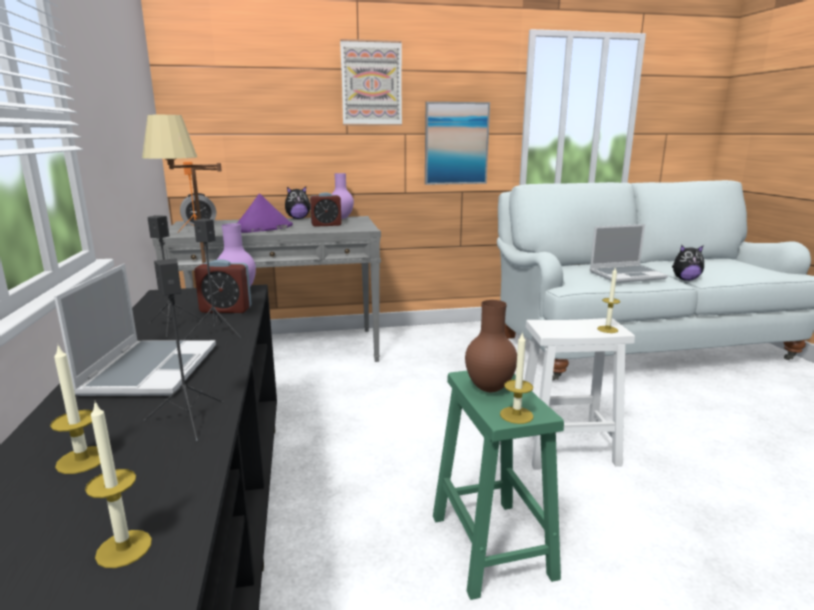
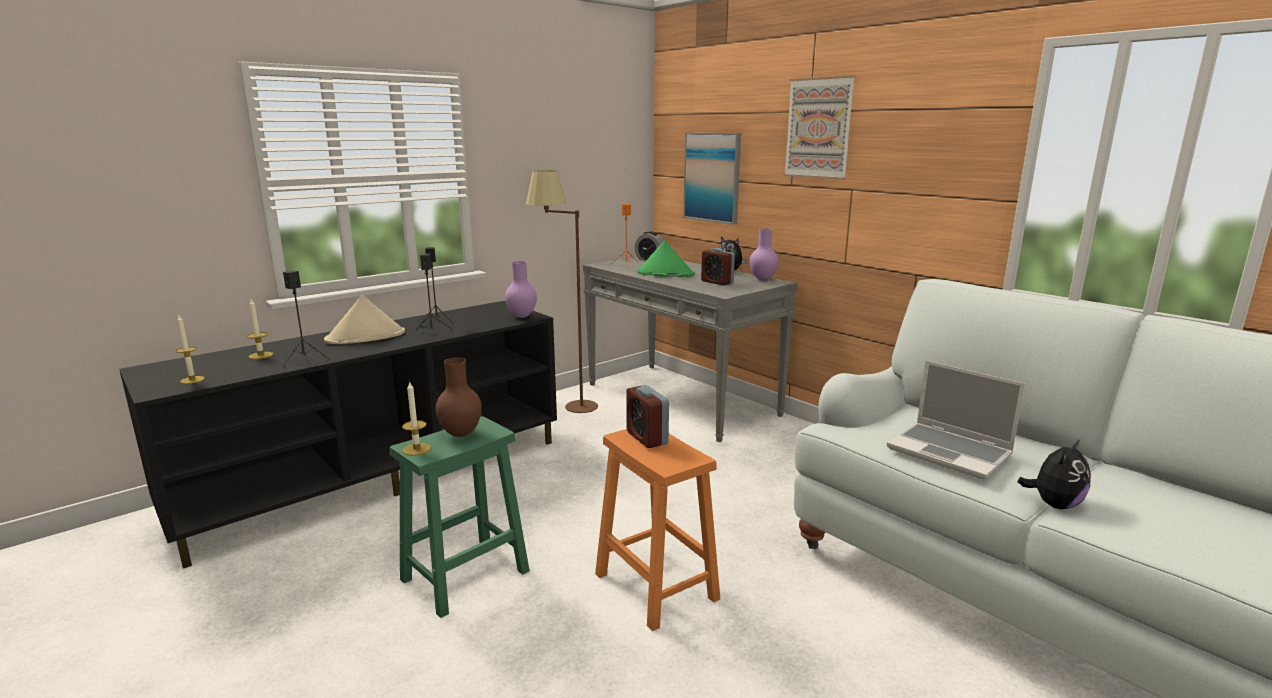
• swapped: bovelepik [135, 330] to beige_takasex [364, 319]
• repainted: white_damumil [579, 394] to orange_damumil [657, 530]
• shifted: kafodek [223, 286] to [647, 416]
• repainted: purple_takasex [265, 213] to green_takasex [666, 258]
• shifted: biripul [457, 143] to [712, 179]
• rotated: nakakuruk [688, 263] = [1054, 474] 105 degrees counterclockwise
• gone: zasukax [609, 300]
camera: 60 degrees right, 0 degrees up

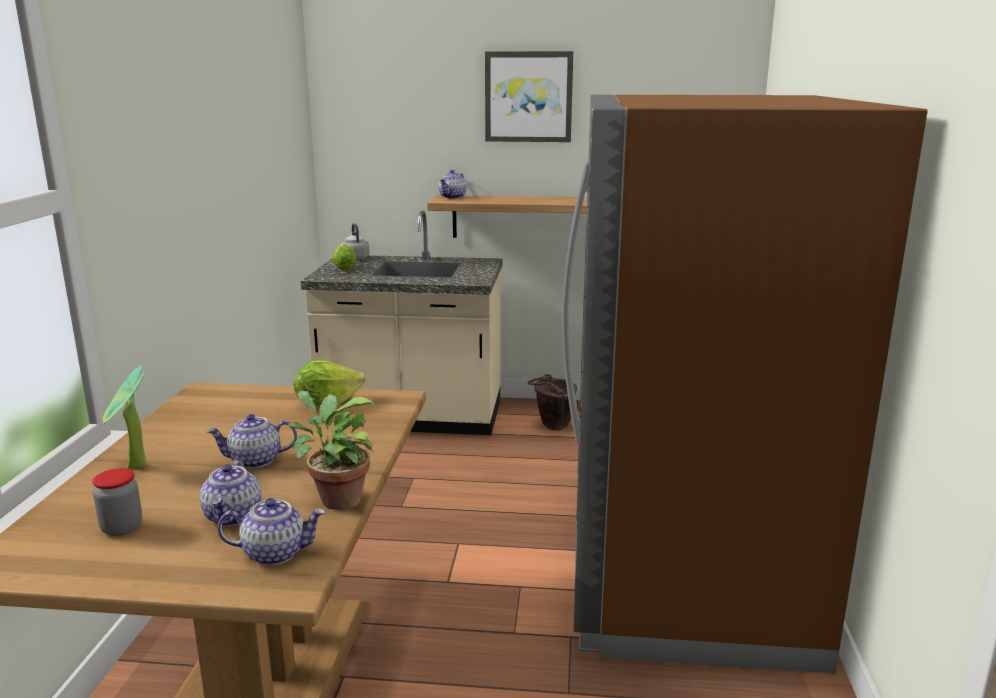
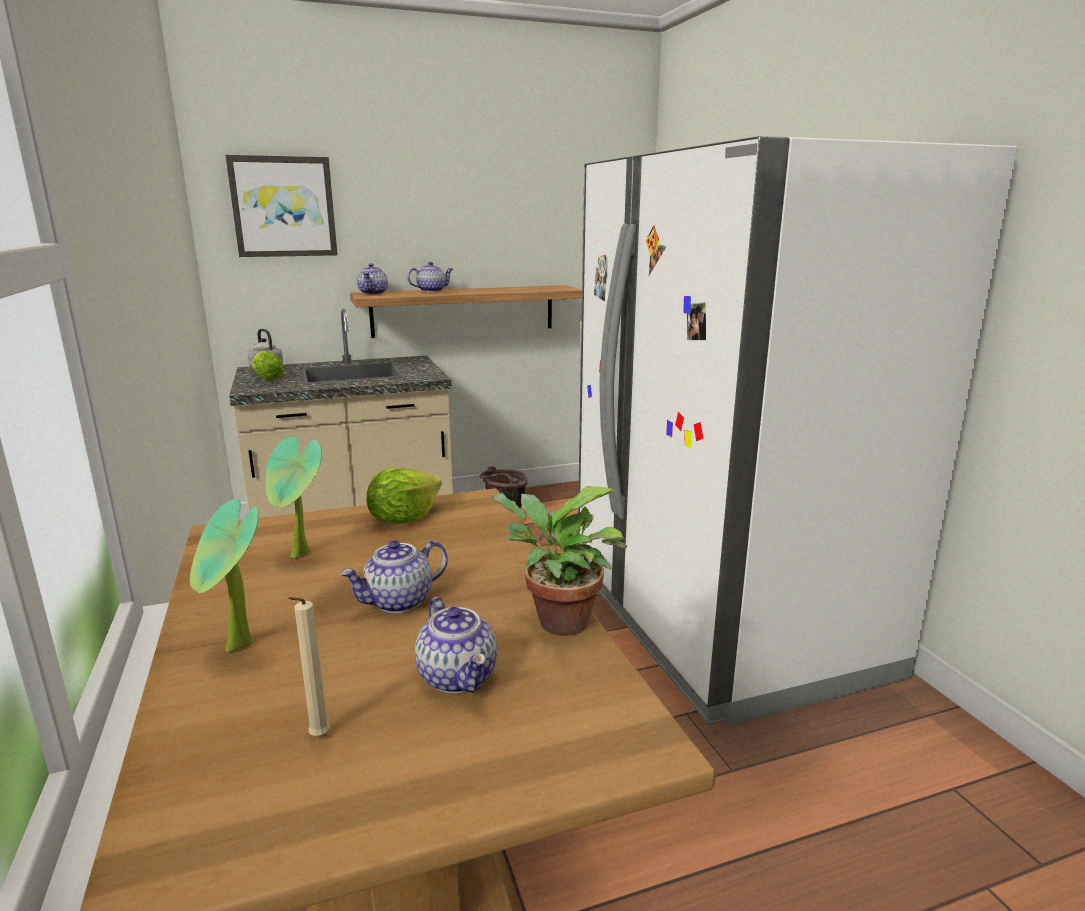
• shifted: biripul [529, 96] to [281, 206]
• new: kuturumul [294, 498]
• swapped: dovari [117, 502] to beige_zasukax [309, 666]
• shifted: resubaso [271, 532] to [430, 277]
• repainted: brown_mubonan [745, 384] to white_mubonan [798, 431]
camera: 25 degrees left, 0 degrees up

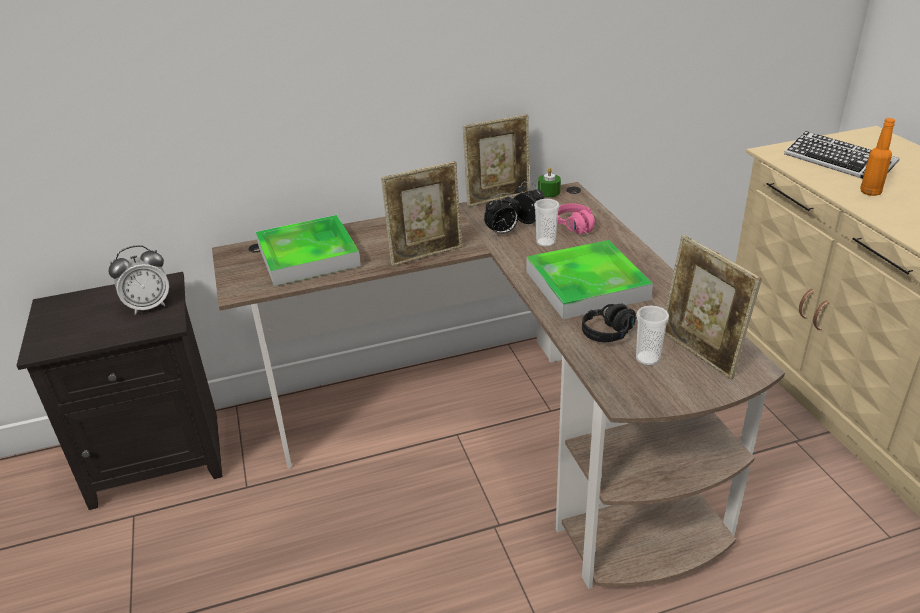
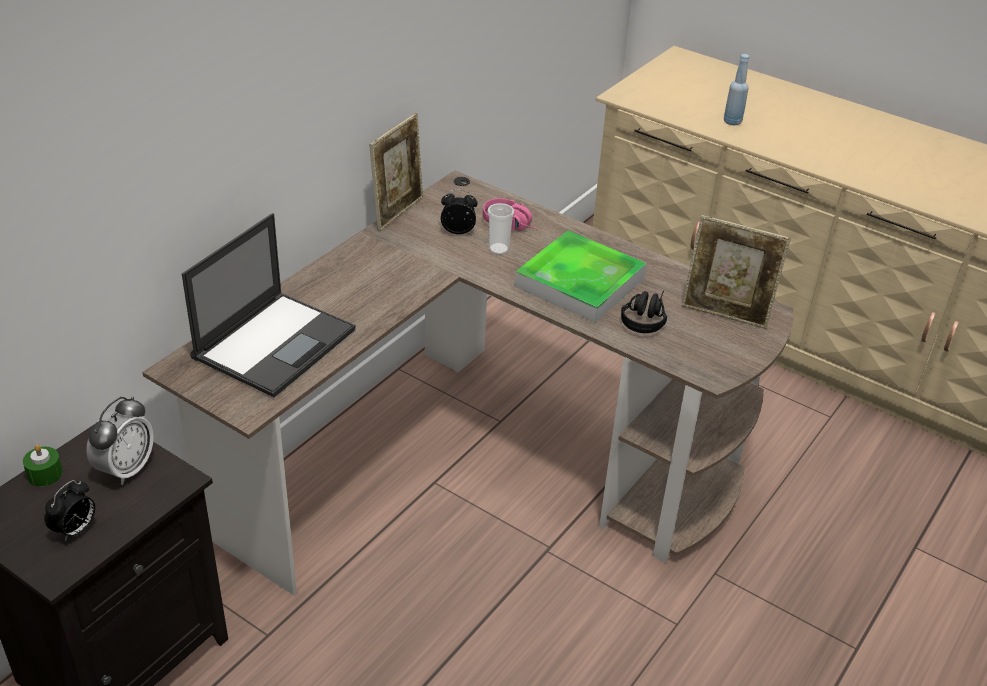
• shifted: green_zasukax [549, 182] to [43, 465]
• shifted: kafodek [501, 214] to [69, 511]
• swapped: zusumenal [308, 250] to bovelepik [268, 305]
• repainted: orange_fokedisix [877, 157] to blue_fokedisix [736, 89]
• gone: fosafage [421, 214]
• gone: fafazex [652, 335]
• gone: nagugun [841, 155]
camera: 40 degrees left, 5 degrees up

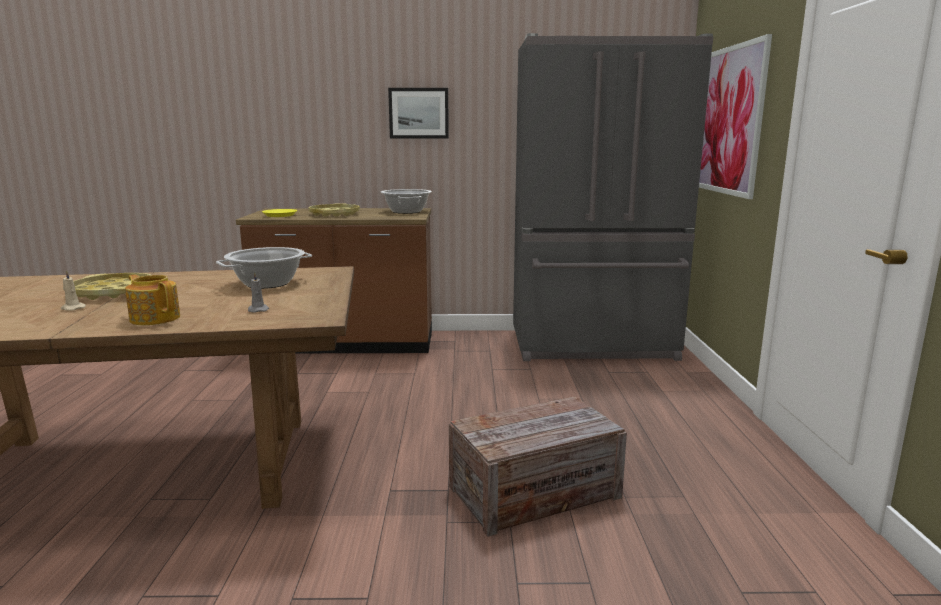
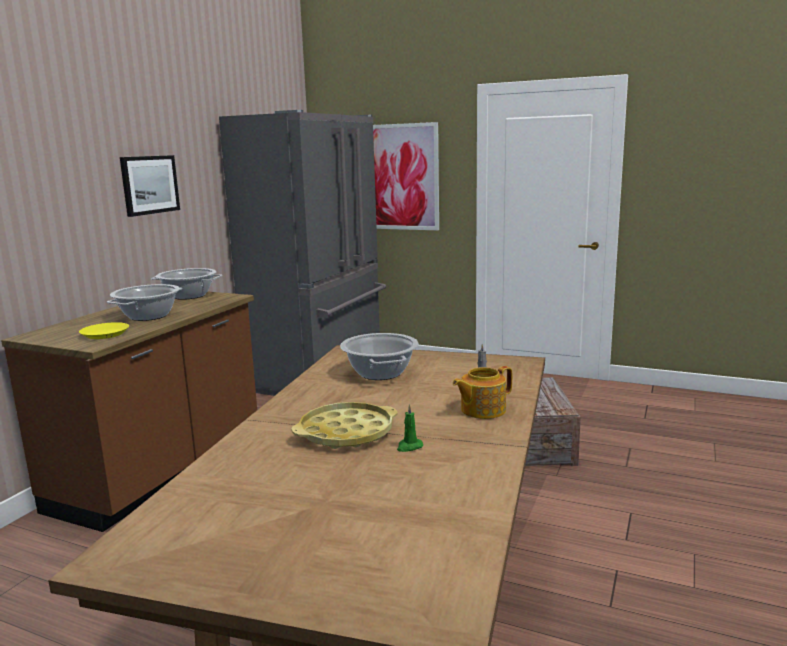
• swapped: yellow_zusumenal [334, 210] to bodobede [144, 302]
• repainted: beige_zasukax [73, 290] to green_zasukax [410, 428]
camera: 65 degrees left, 0 degrees up

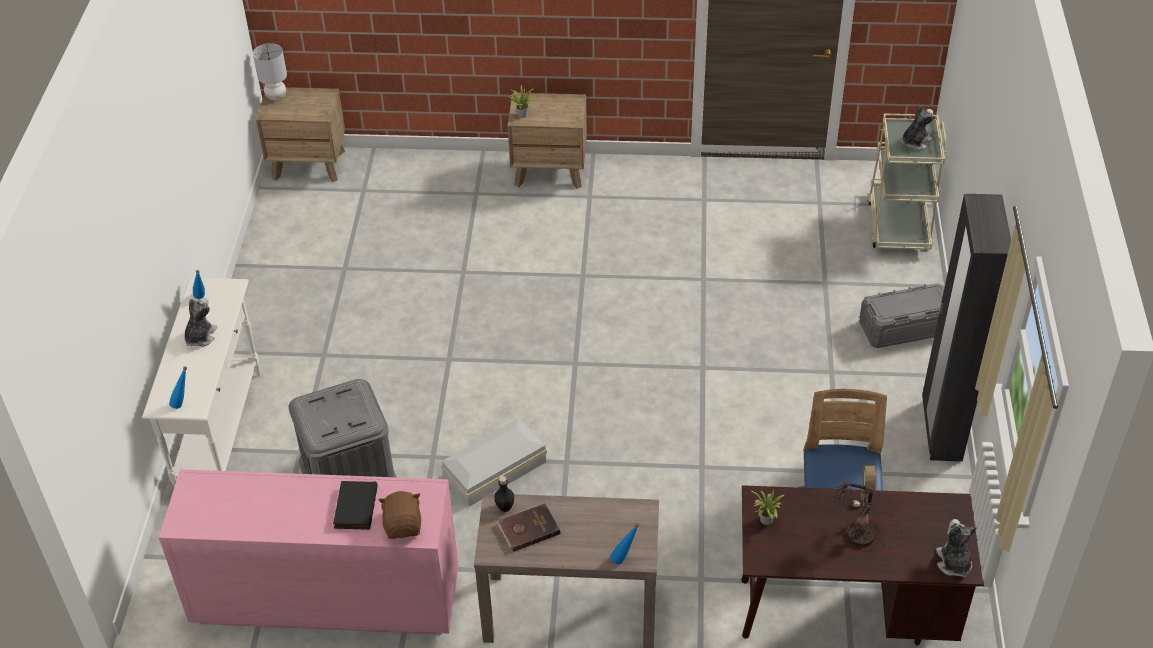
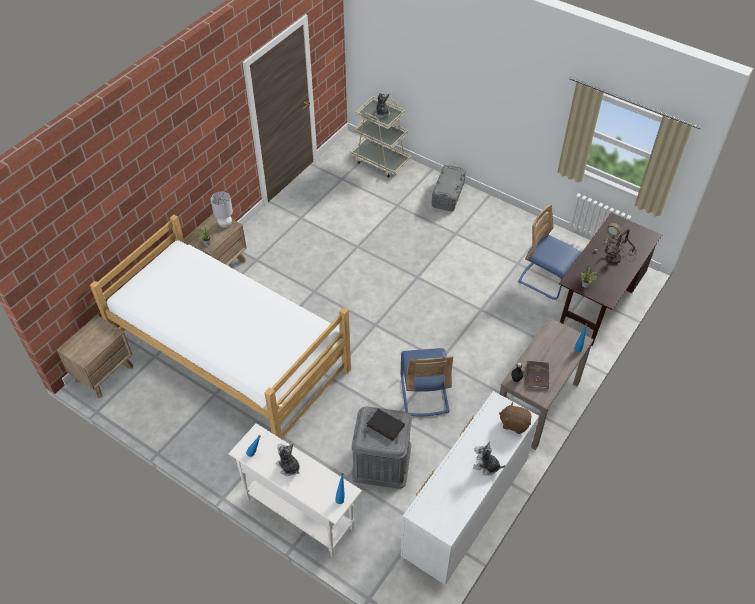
• new: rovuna [220, 327]
• shifted: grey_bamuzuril [270, 71] to [222, 209]
• shifted: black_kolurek [355, 505] to [386, 425]
• swapped: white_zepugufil [494, 462] to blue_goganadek [427, 382]
• repainted: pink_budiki [309, 552] to white_budiki [470, 488]
• shifted: nakakuruk [956, 548] to [489, 458]
• gone: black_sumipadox [966, 327]
camera: 60 degrees left, 5 degrees up

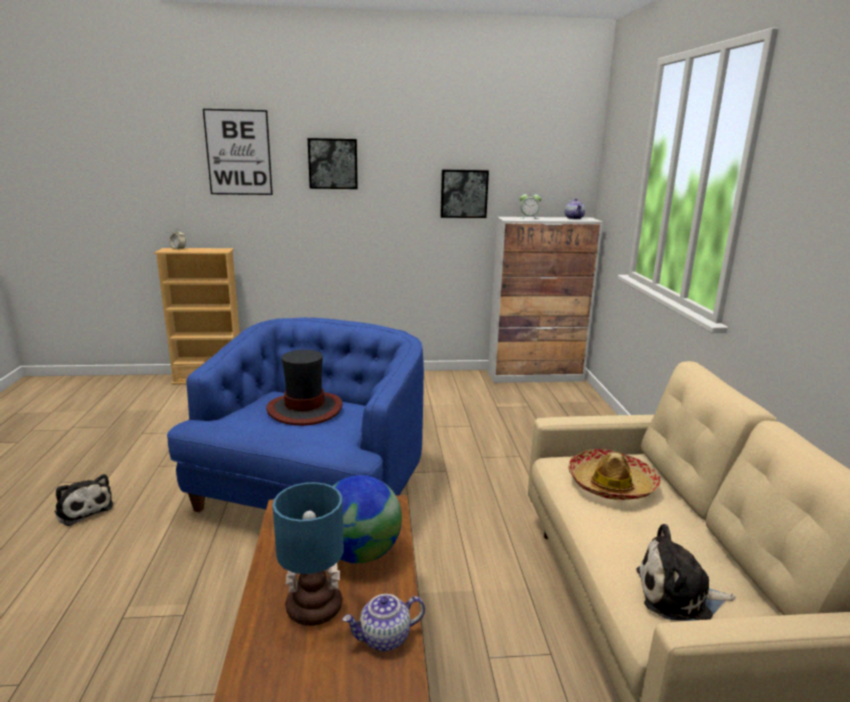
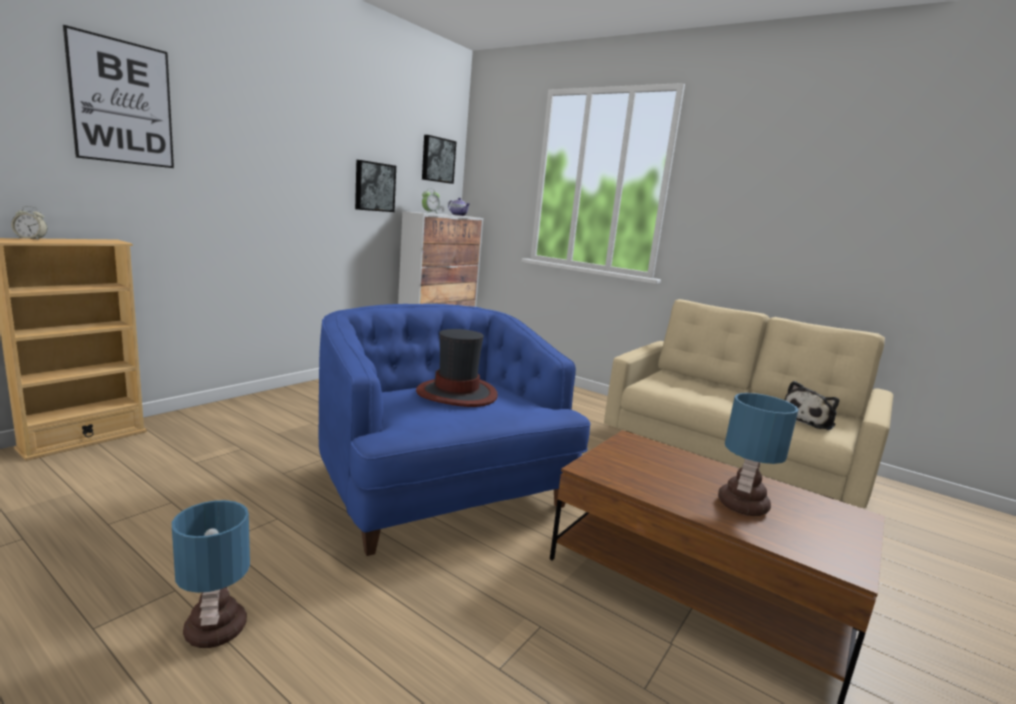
• swapped: nakakuruk [84, 500] to bamuzuril [211, 574]
• shifted: biripul [333, 163] to [439, 159]
• gone: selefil [367, 519]
• gone: resubaso [383, 622]
• gone: takasex [614, 474]
camera: 50 degrees left, 5 degrees down

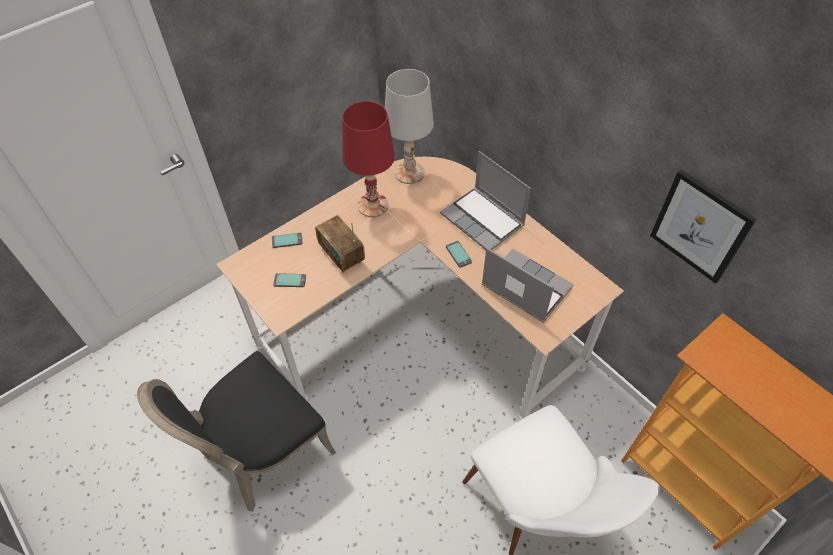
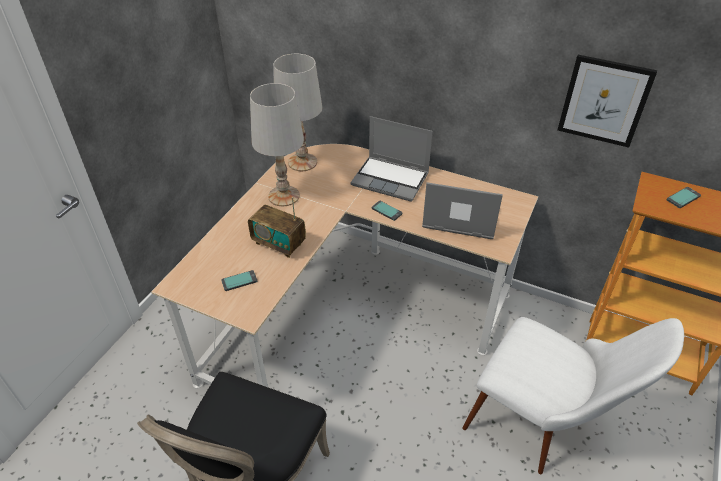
• repainted: red_bamuzuril [368, 159] to white_bamuzuril [277, 144]
• shifted: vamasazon [287, 240] to [684, 197]
camera: 25 degrees left, 10 degrees down

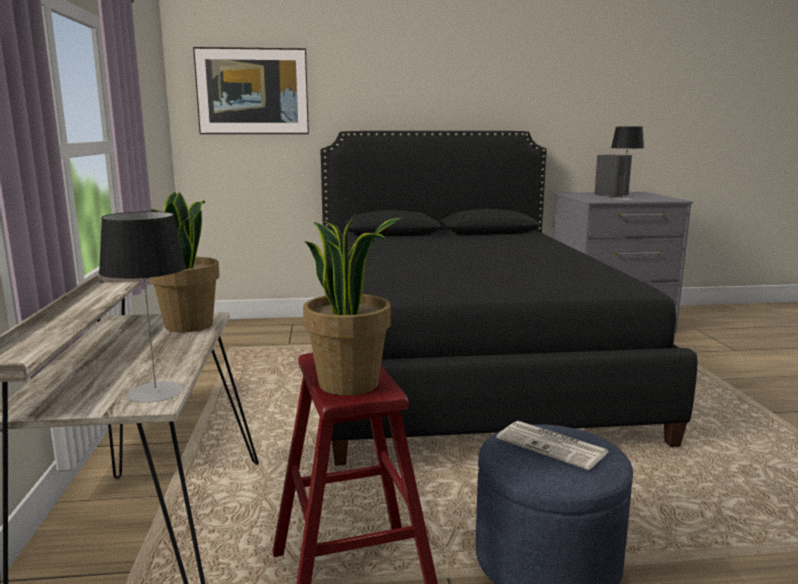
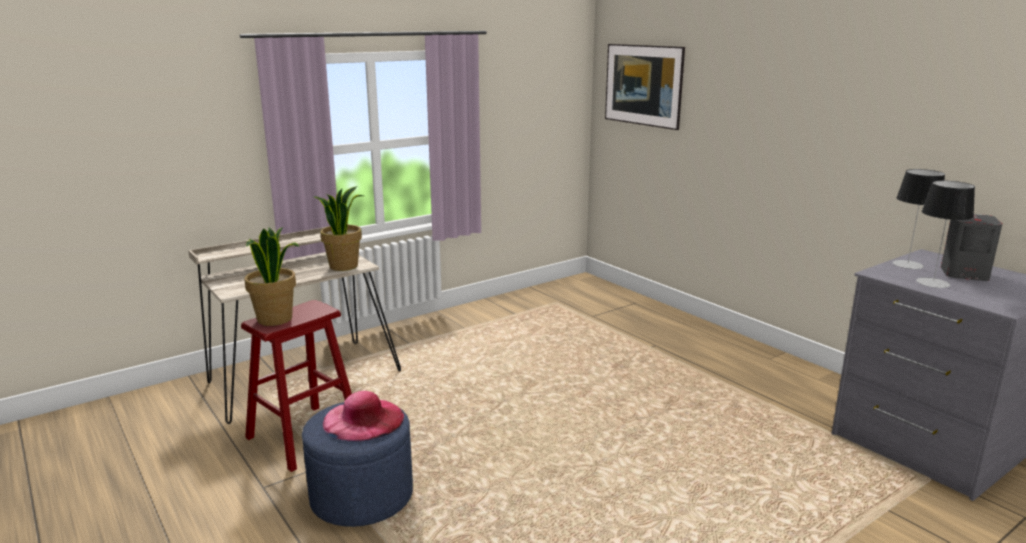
• swapped: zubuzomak [552, 445] to pink_takasex [363, 416]
• shifted: bamuzuril [142, 306] to [918, 219]
• gone: black_rovuna [508, 298]
camera: 60 degrees right, 5 degrees up

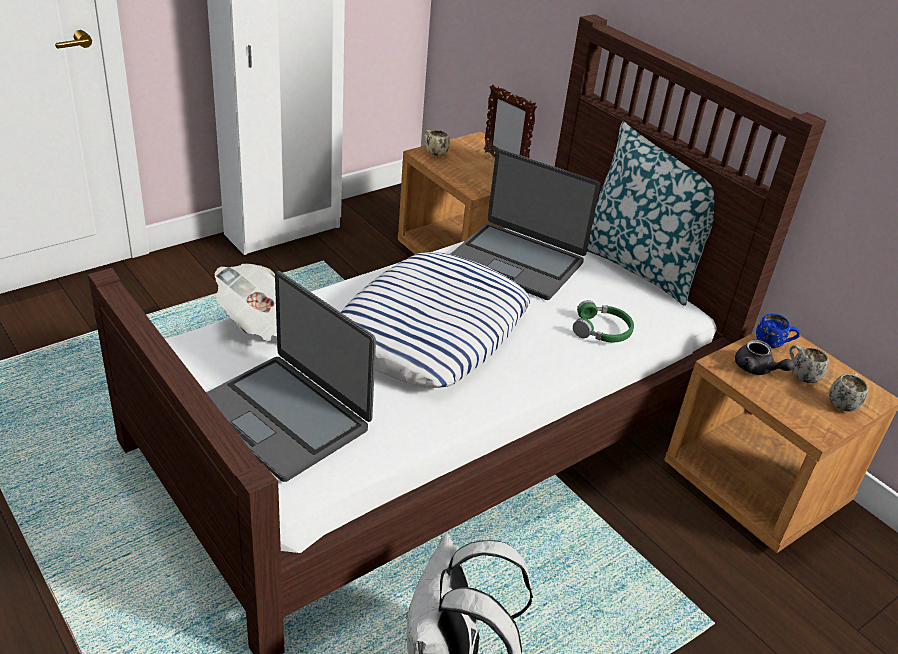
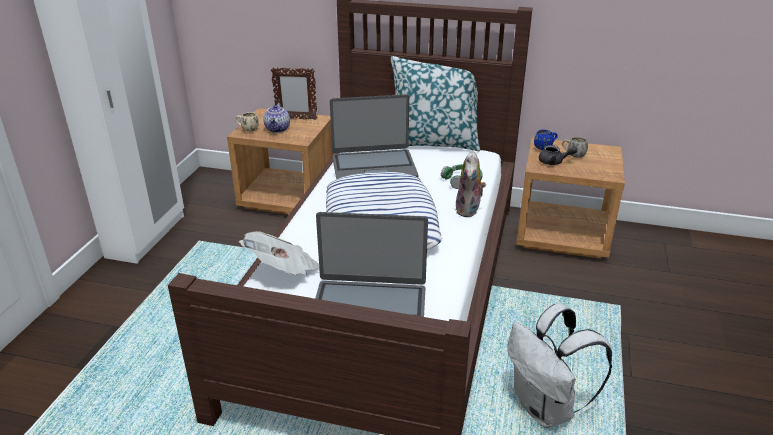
• new: resubaso [276, 118]
• new: nakakuruk [470, 184]
• gone: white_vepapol [848, 392]
camera: 35 degrees left, 5 degrees down

